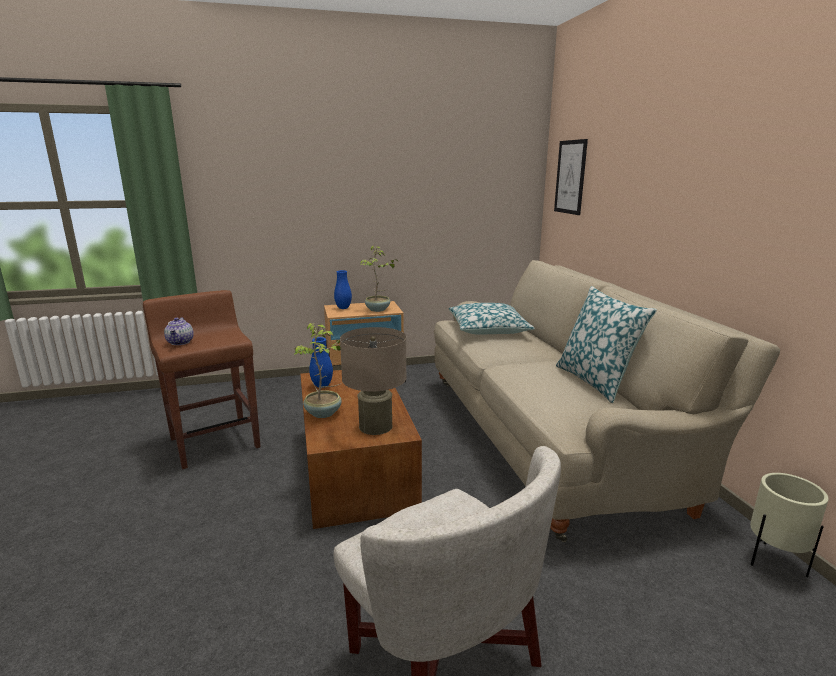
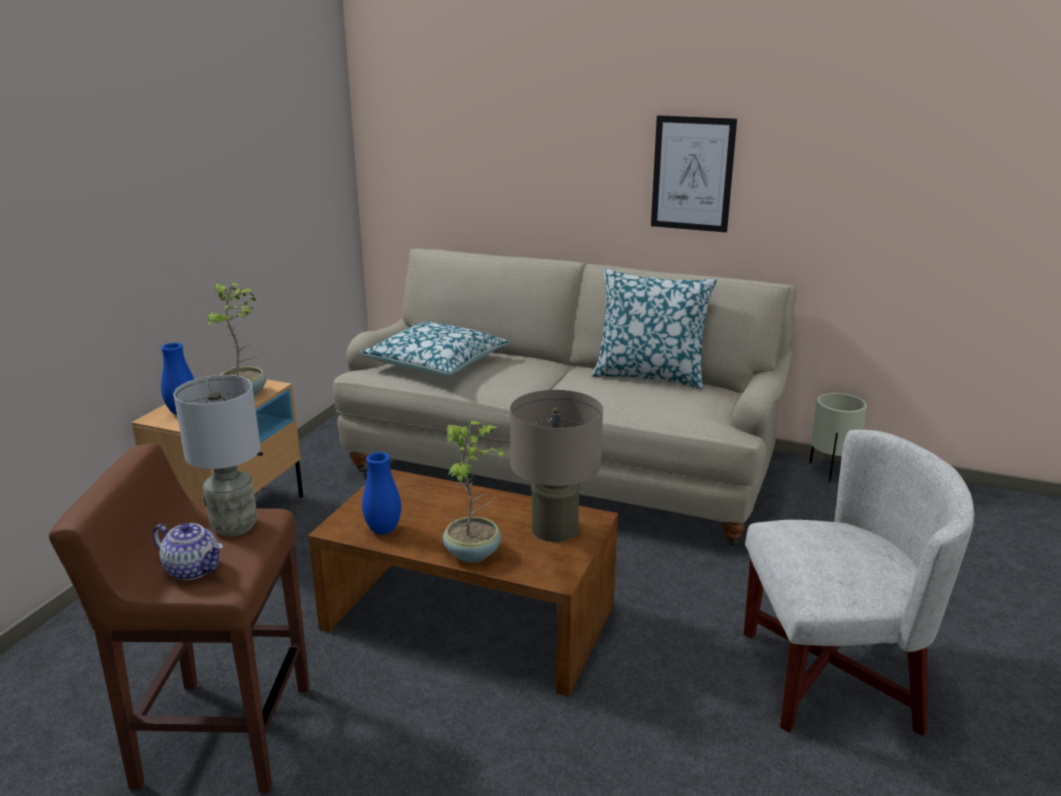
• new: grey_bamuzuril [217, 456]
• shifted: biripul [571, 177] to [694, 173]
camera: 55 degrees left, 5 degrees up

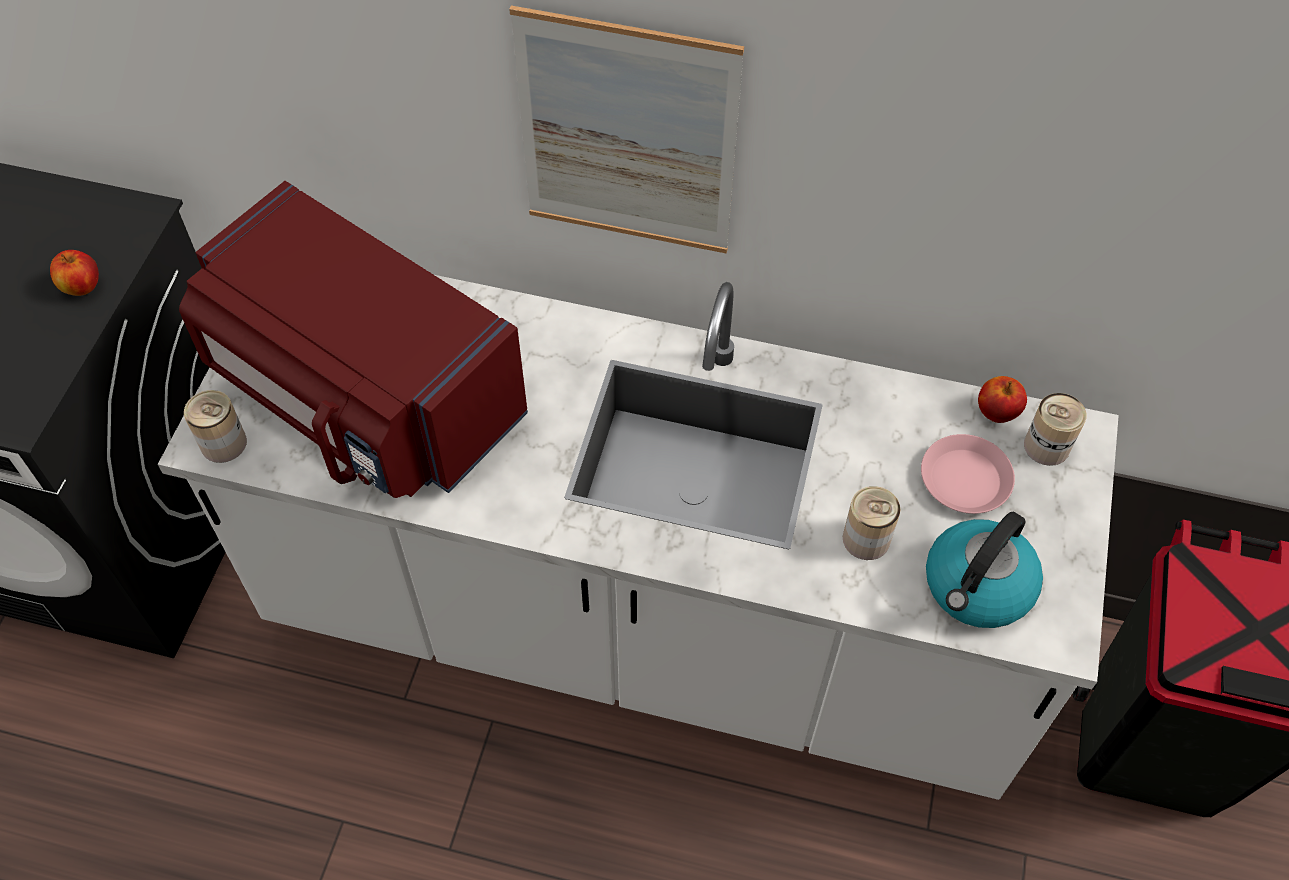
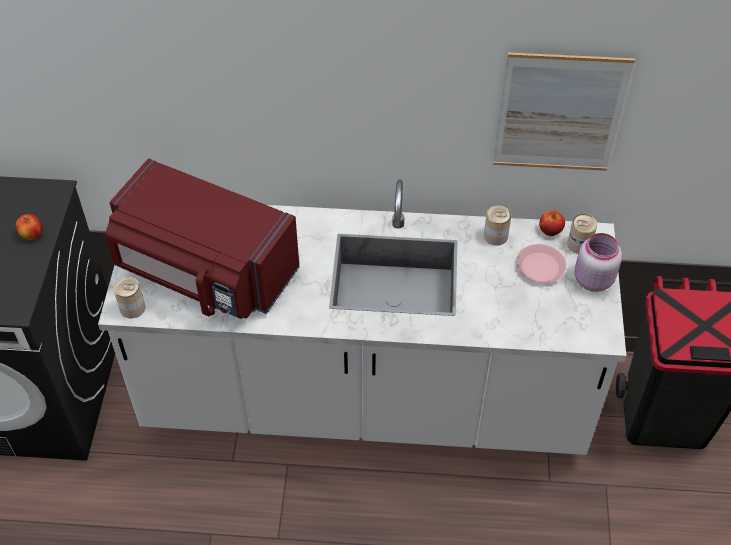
• shifted: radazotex [871, 523] to [497, 226]
• shifted: biripul [626, 130] to [564, 111]
• new: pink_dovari [598, 262]
• gone: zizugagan [984, 570]
camera: 10 degrees left, 5 degrees down

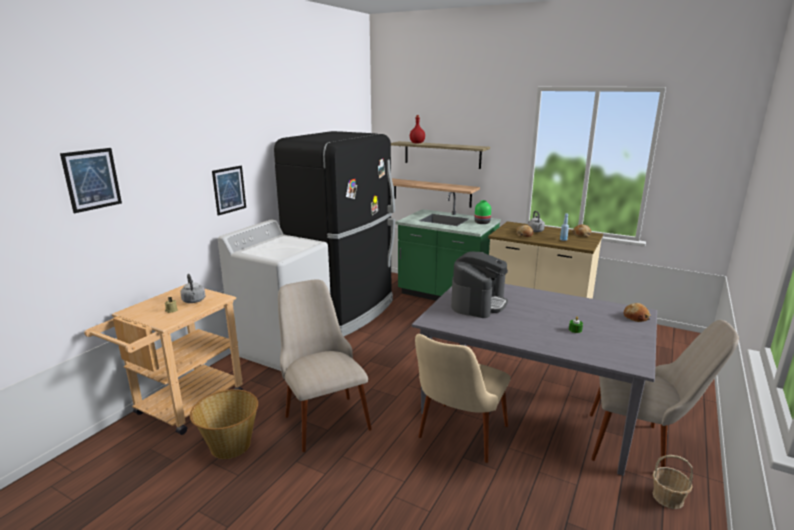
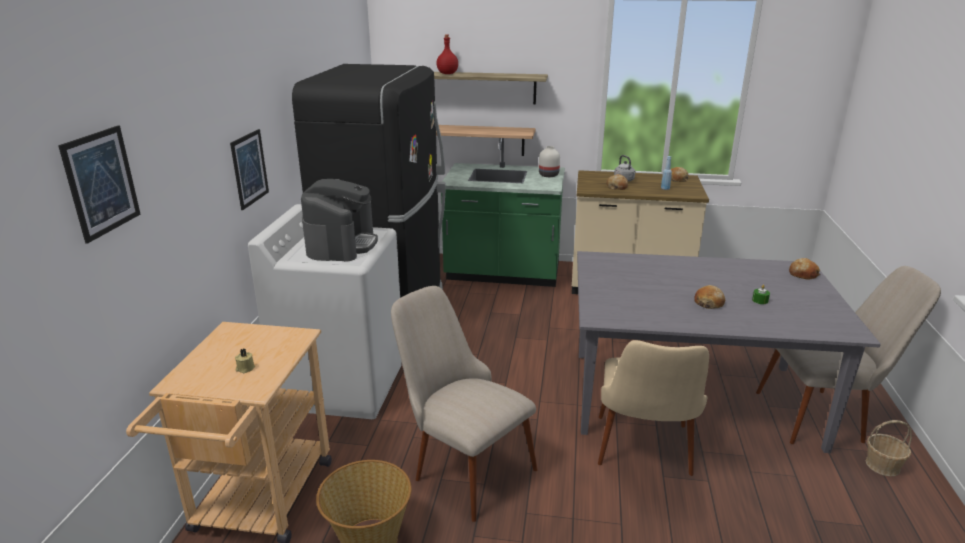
• shifted: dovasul [479, 284] to [339, 220]
• repainted: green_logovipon [483, 212] to white_logovipon [549, 161]
• new: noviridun [709, 297]
• gone: grey_zizugagan [192, 288]
camera: 20 degrees left, 5 degrees up

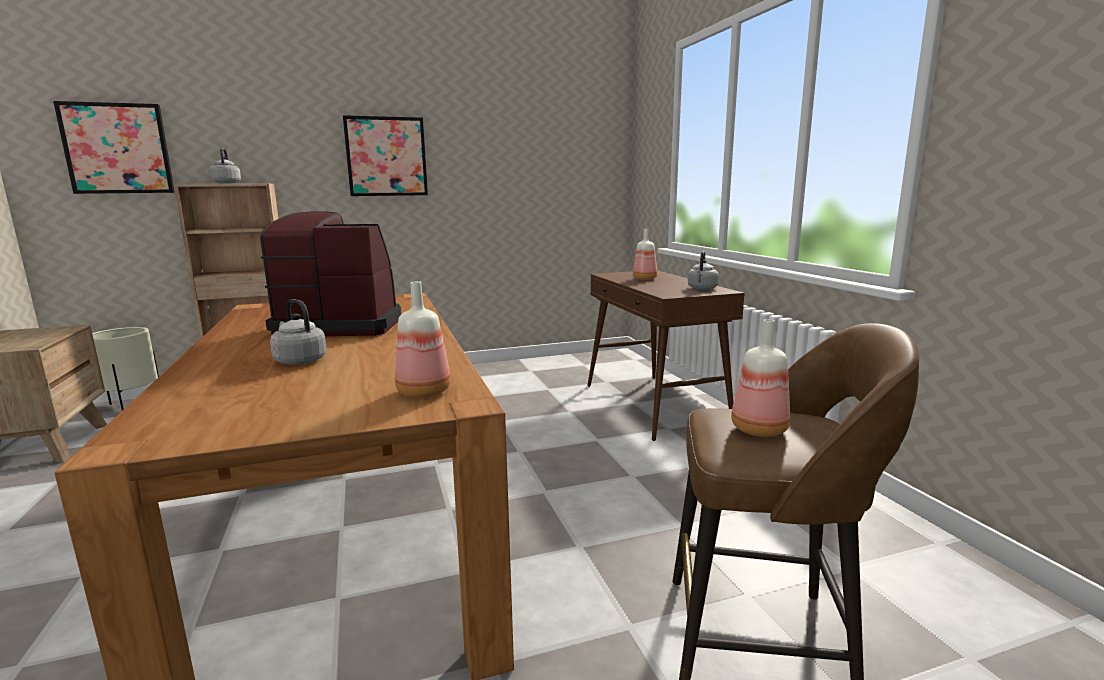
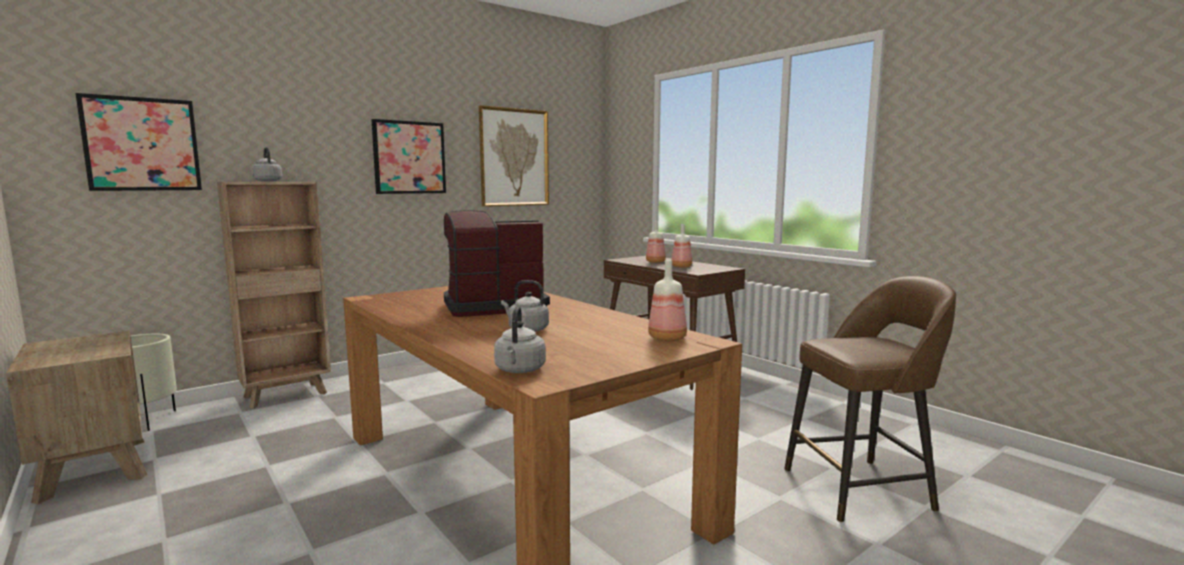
• new: biripul [514, 156]
• shifted: grey_zizugagan [703, 270] to [520, 339]
• shifted: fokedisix [760, 378] to [681, 246]
camera: 20 degrees left, 5 degrees down

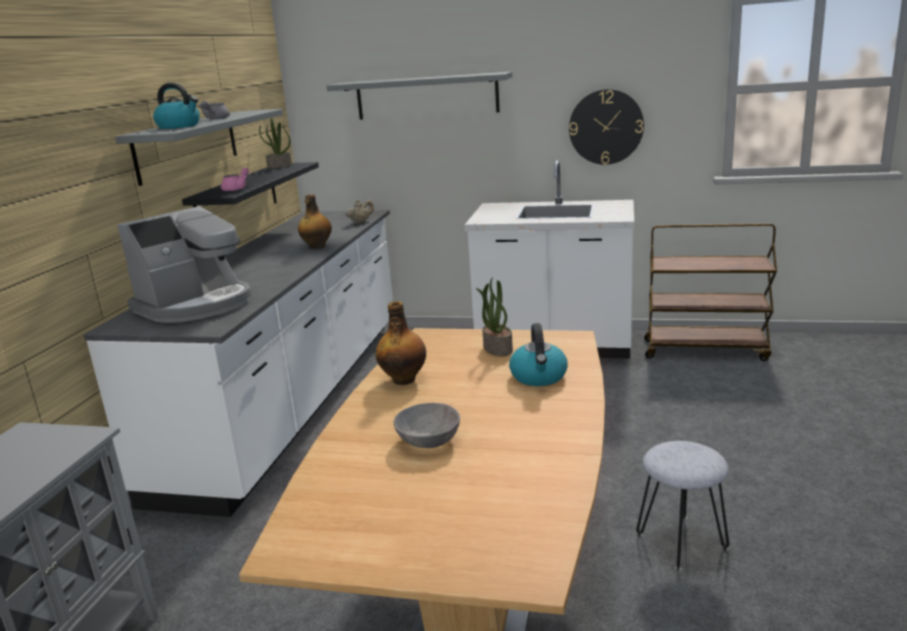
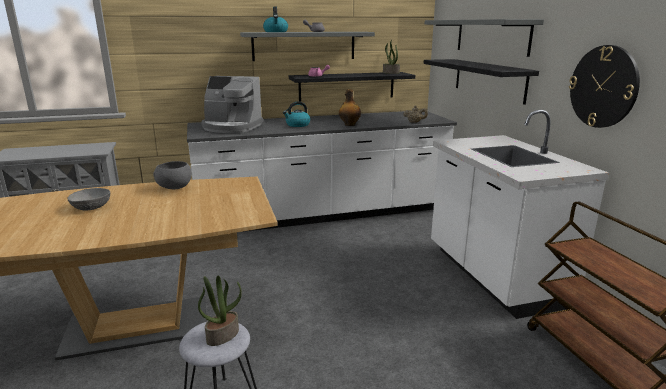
• swapped: fokedisix [401, 343] to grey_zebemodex [172, 175]
• shifted: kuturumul [494, 316] to [220, 311]
• shifted: zizugagan [538, 354] to [296, 114]
• new: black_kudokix [481, 82]
camera: 60 degrees right, 0 degrees up

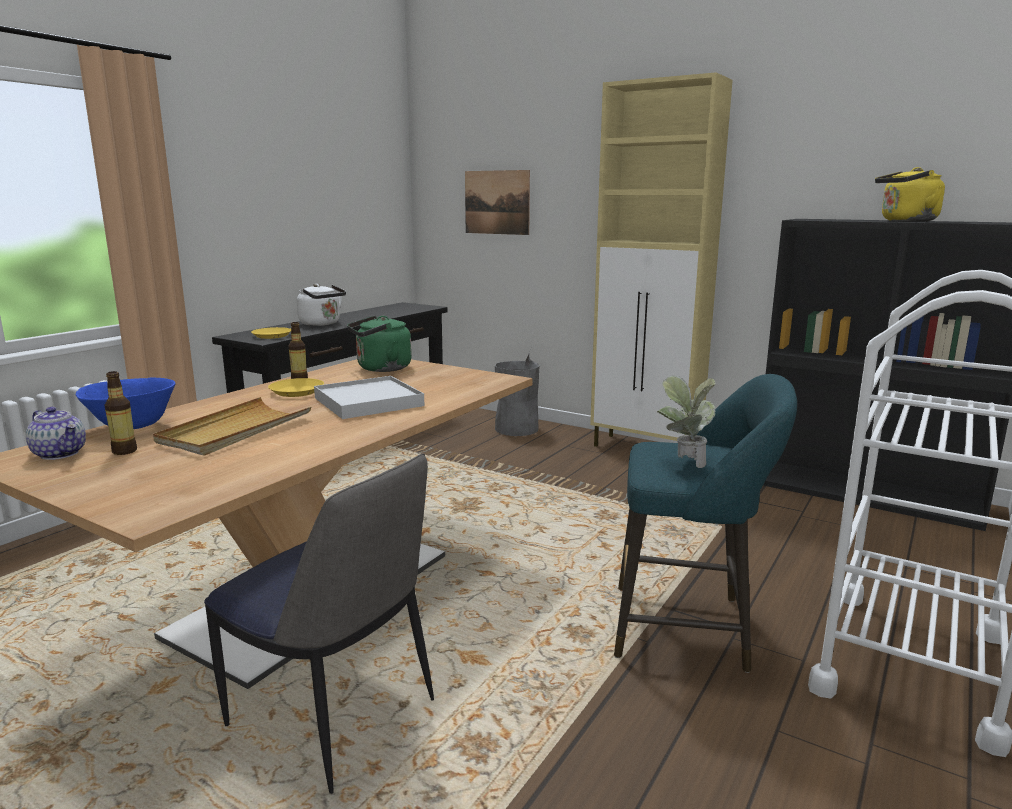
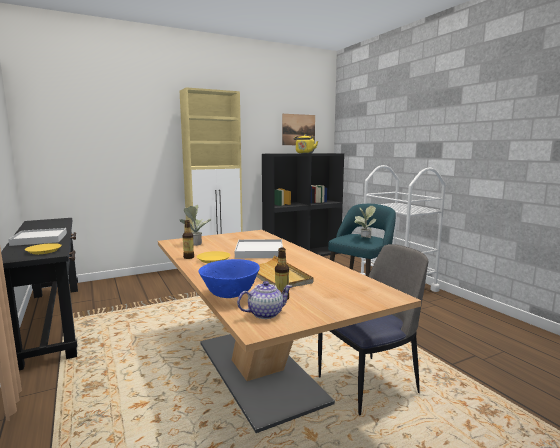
• swapped: white_zizugagan [321, 305] to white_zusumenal [37, 237]
• swapped: green_zizugagan [379, 343] to kuturumul [195, 225]
• shifted: biripul [497, 202] to [298, 129]
• gone: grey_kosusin [517, 394]
camera: 60 degrees left, 5 degrees down

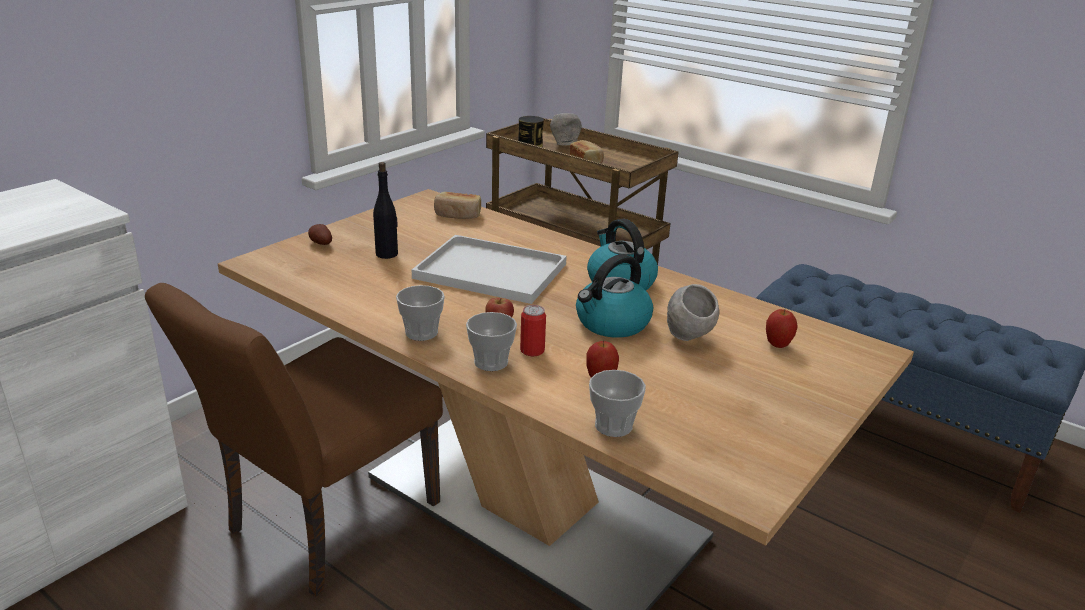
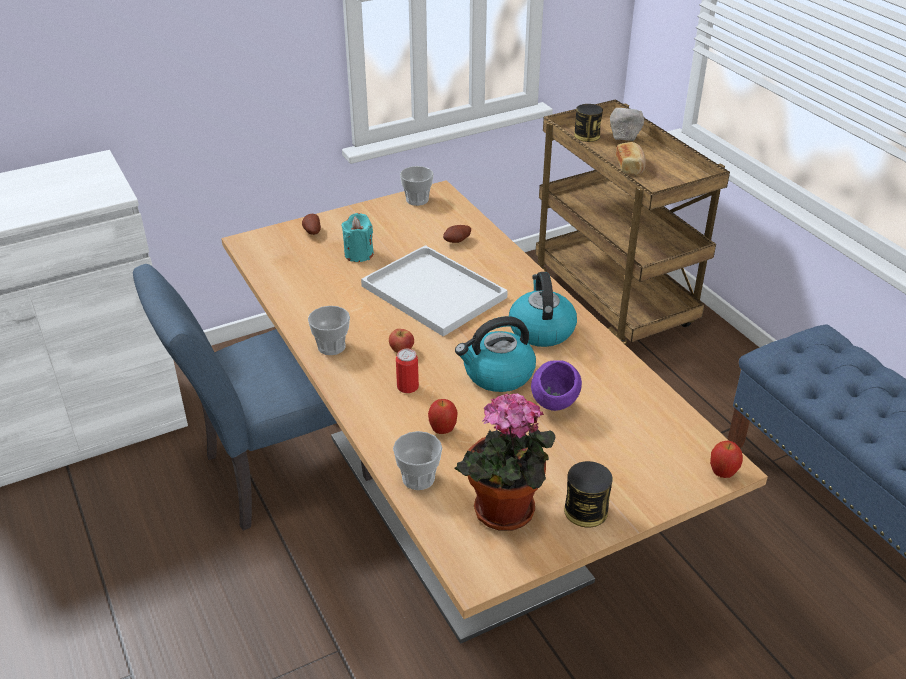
• repainted: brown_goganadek [294, 439] to blue_goganadek [253, 397]
• swapped: black_fokedisix [385, 210] to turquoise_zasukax [357, 237]
• shifted: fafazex [491, 341] to [417, 186]
• new: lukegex [457, 234]
• new: kuturumul [505, 462]
• repainted: grey_zebemodex [693, 312] to purple_zebemodex [556, 385]
• new: radazotex [588, 494]
• shifted: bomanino [781, 328] to [726, 459]
• gone: noviridun [457, 205]
camera: 25 degrees right, 10 degrees up

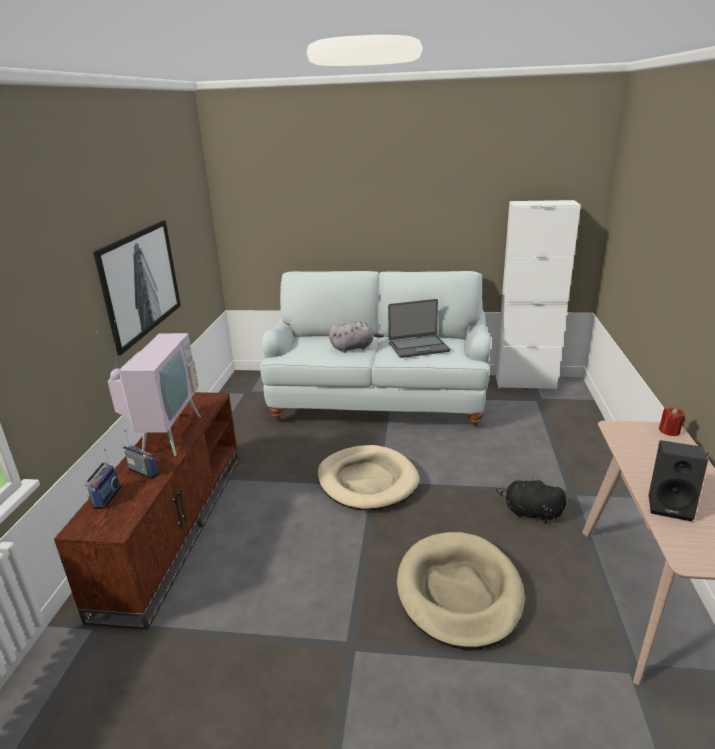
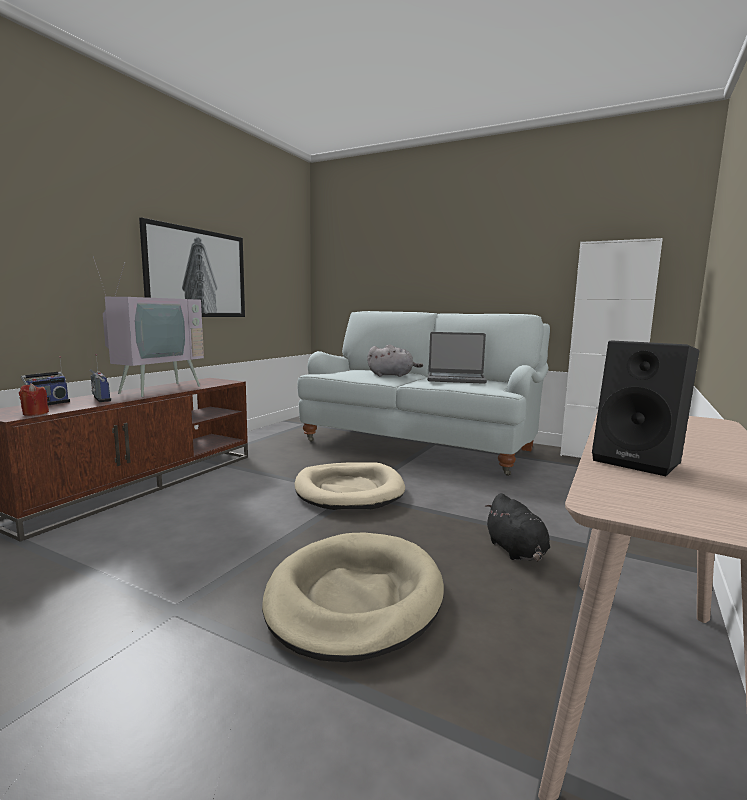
• shifted: red_zasukax [672, 421] to [34, 399]
• rotated: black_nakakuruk [531, 500] = [517, 527] 150 degrees counterclockwise
camera: 20 degrees right, 15 degrees down

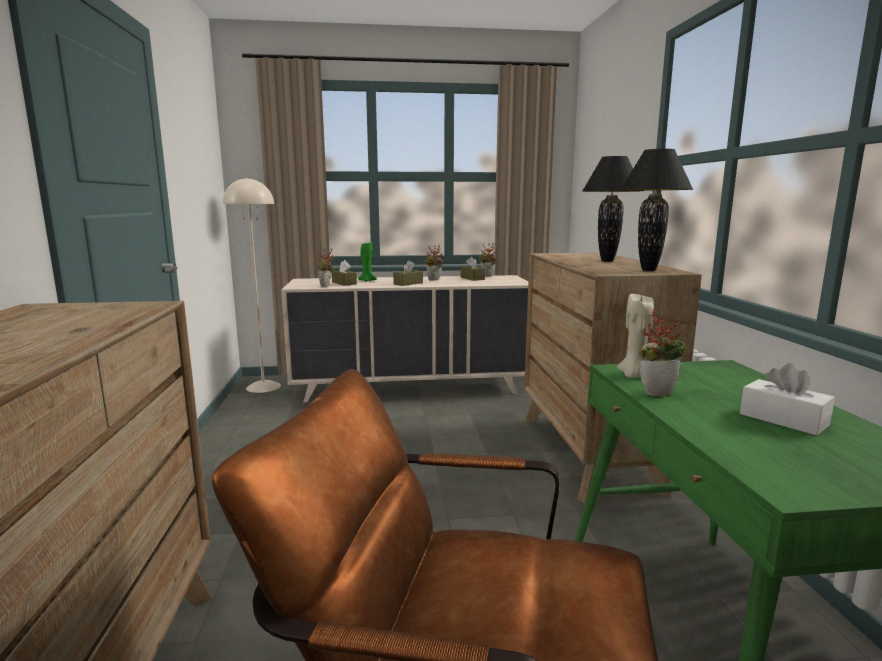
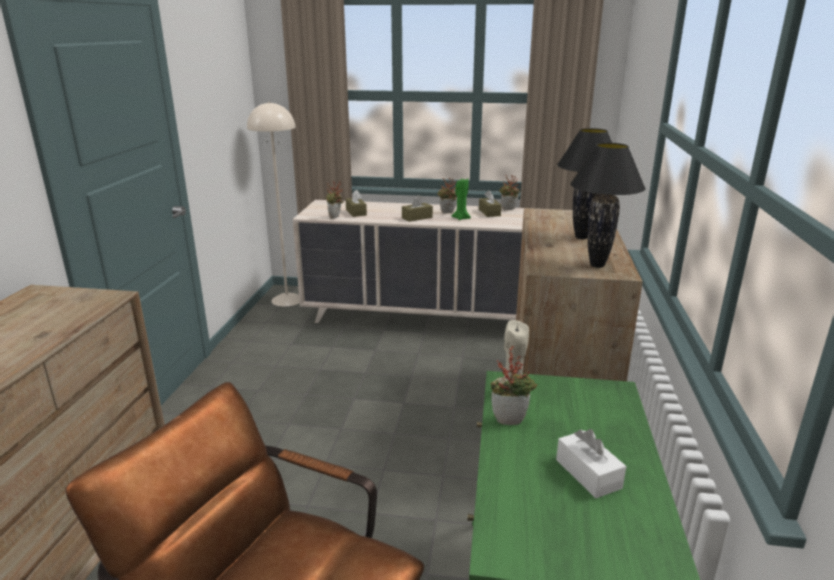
• shifted: green_zasukax [367, 262] to [461, 199]
camera: 15 degrees right, 10 degrees up

